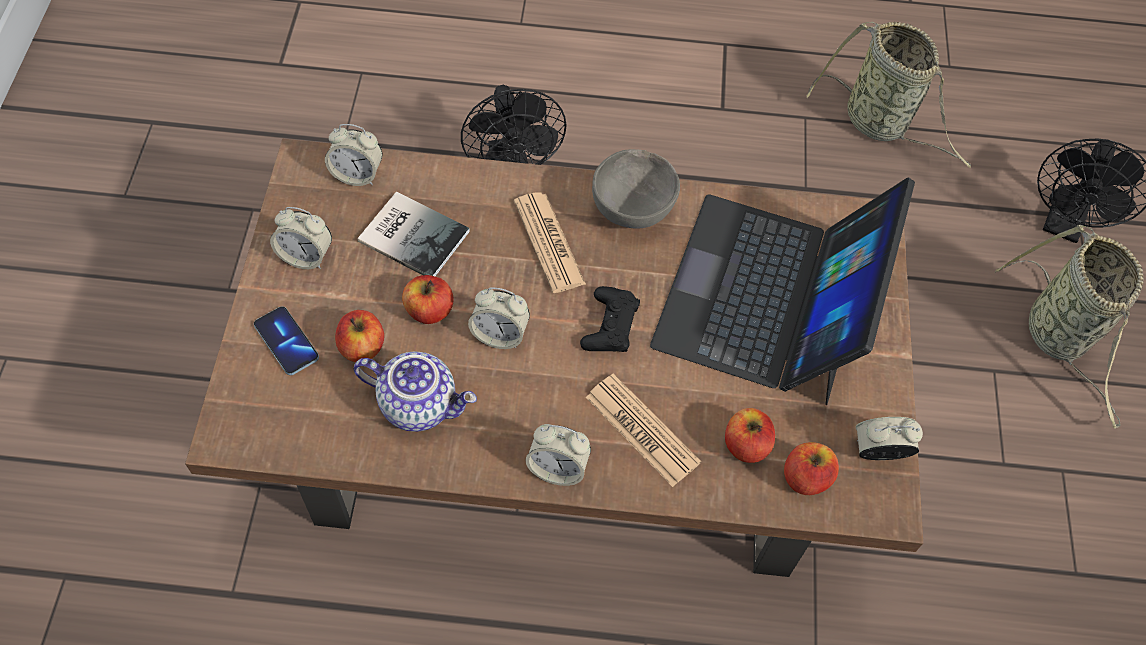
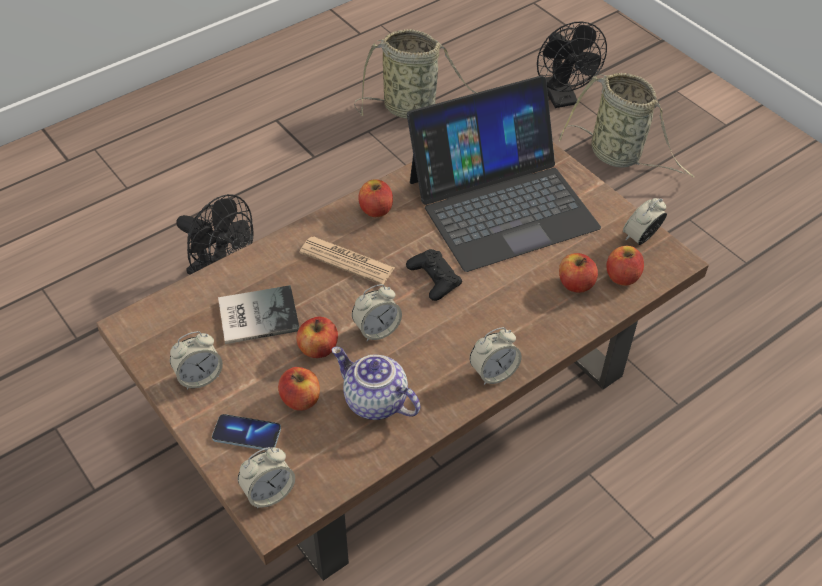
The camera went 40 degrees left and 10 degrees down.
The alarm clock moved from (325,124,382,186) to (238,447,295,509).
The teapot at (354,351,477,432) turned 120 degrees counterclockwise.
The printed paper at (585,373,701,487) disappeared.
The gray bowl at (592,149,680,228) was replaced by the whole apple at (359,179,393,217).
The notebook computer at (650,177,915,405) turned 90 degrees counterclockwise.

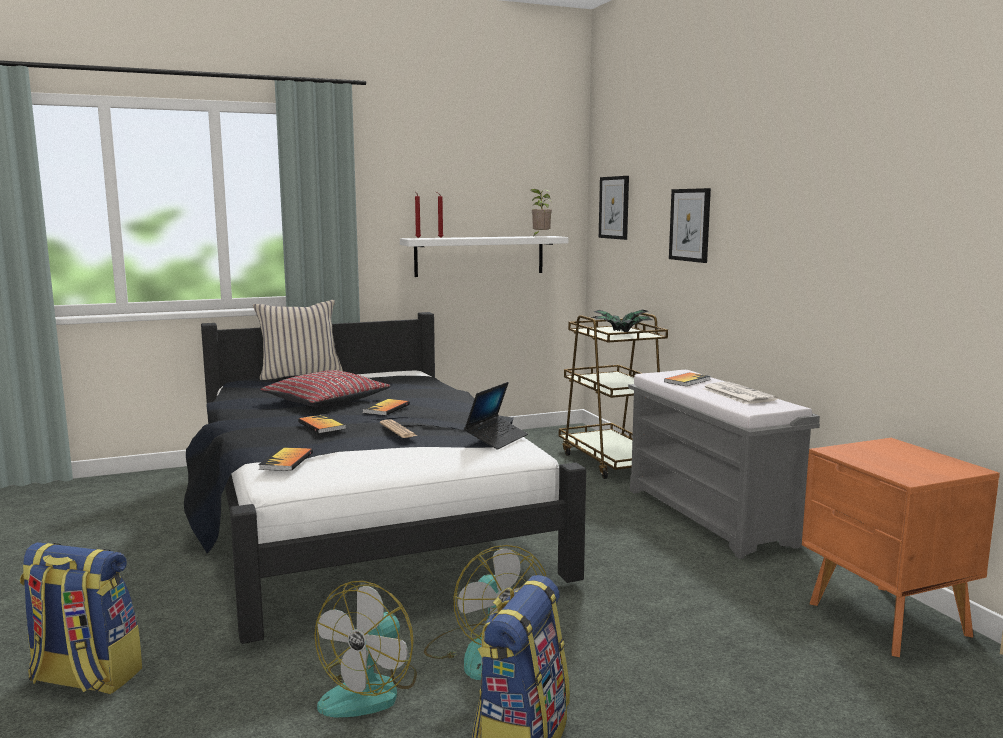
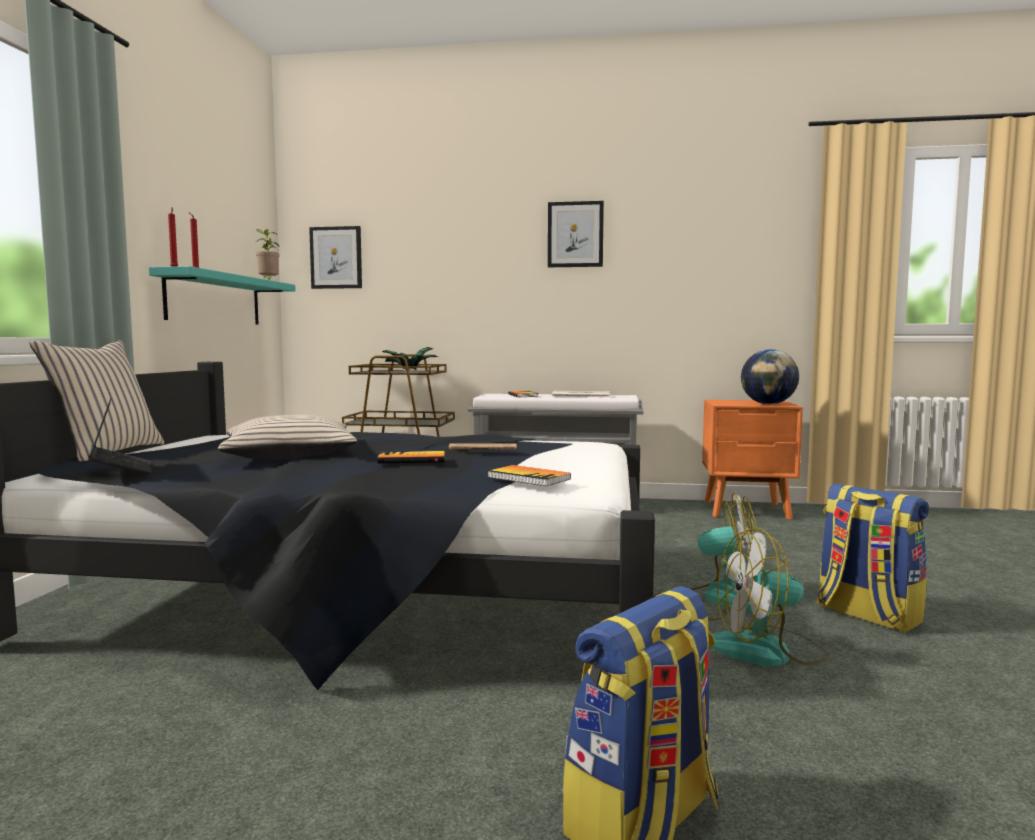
The camera went 60 degrees left and 5 degrees down.
The reddish cushion at (261,370,391,407) became the sand-coloured cushion at (218,415,357,460).
The electric fan at (315,581,417,717) turned 120 degrees clockwise.
The book at (363,399,410,416) disappeared.
The white-coloured bracket shelf at (400,236,568,277) became the turquoise-coloured bracket shelf at (149,266,295,324).
The notebook computer moved from (464,382,528,450) to (88,397,152,474).
The wall art moved from (669,188,711,263) to (548,201,604,267).
The globe at (741,349,799,404) appeared.

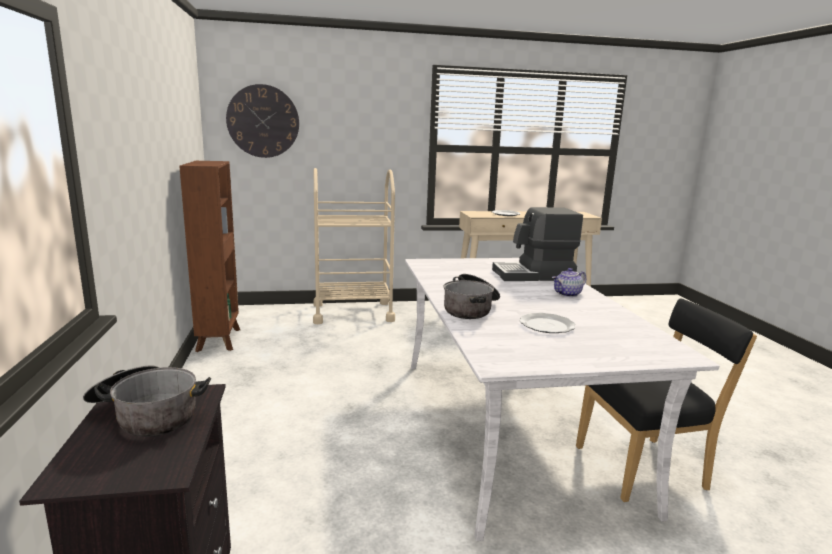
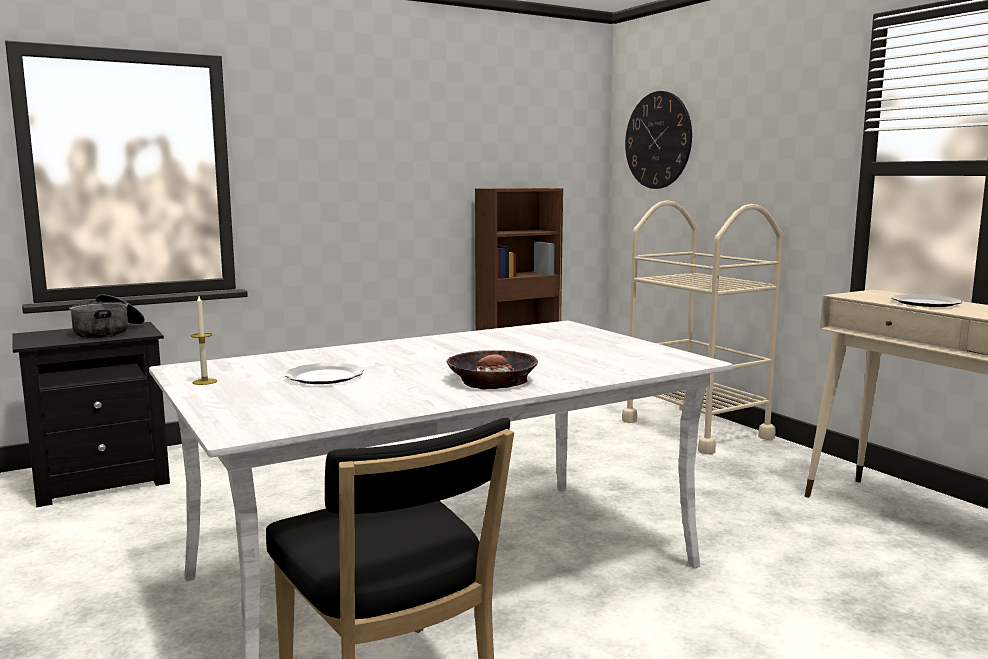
The camera went 70 degrees right and 5 degrees down.
The cooking pot at (444,274,500,319) disappeared.
The coffee machine at (492,207,583,281) disappeared.
The teapot at (552,268,586,297) was replaced by the bowl at (447,350,538,389).
The wax light at (191,296,217,385) appeared.

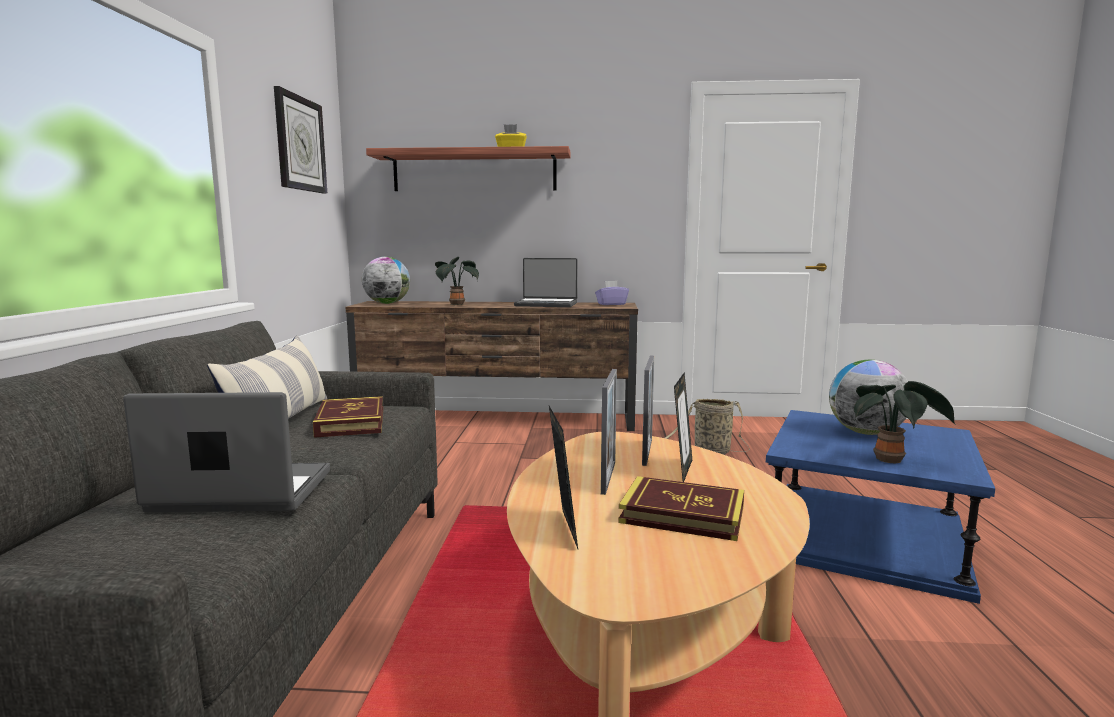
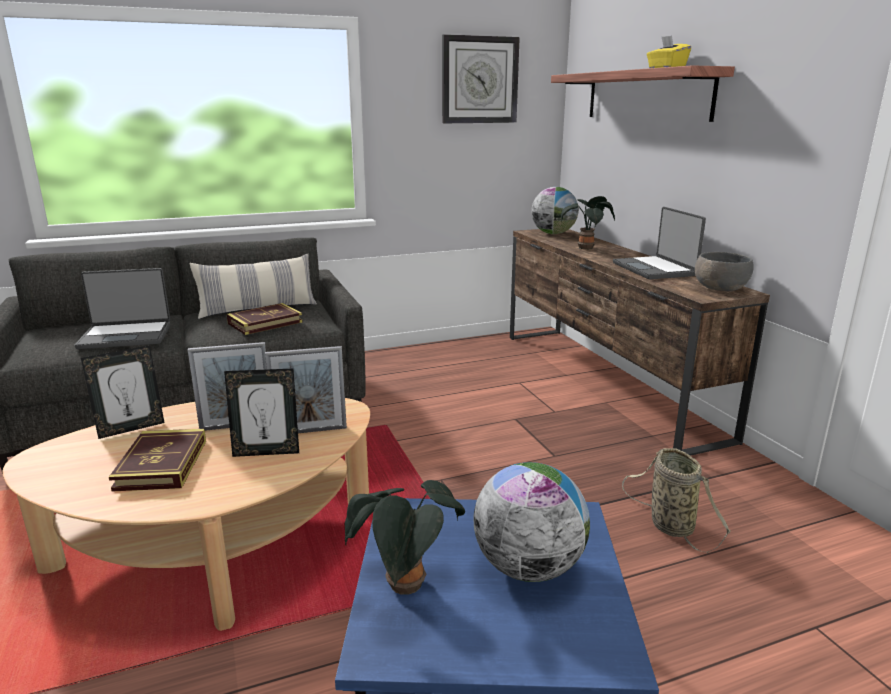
The camera went 65 degrees right and 10 degrees up.
The notebook computer at (123,392,330,513) turned 105 degrees clockwise.
The purplish tissue holder at (595,281,629,305) was replaced by the gray bowl at (695,252,754,291).

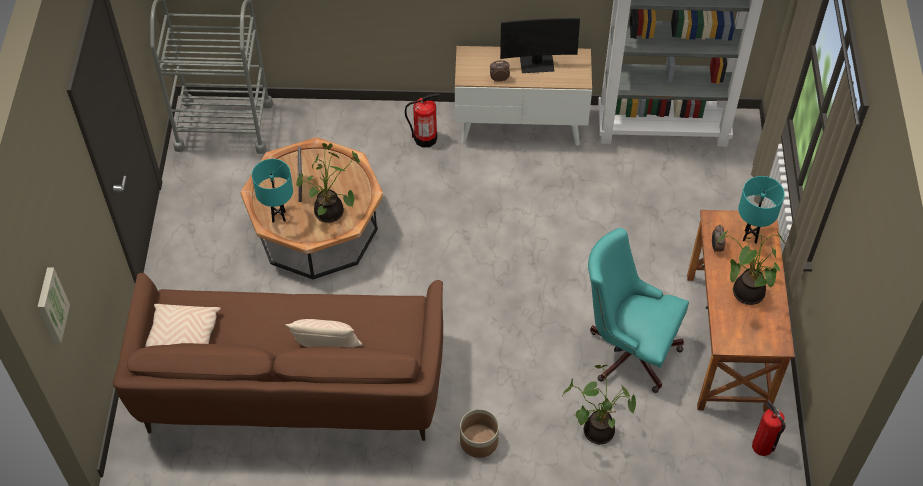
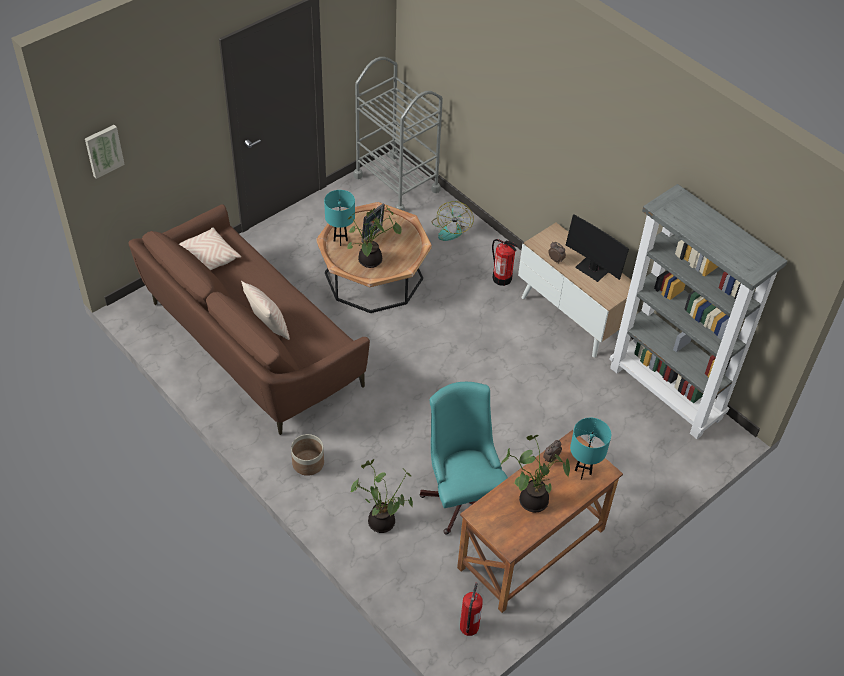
The camera went 45 degrees right and 5 degrees down.
The electric fan at (432,201,474,241) appeared.

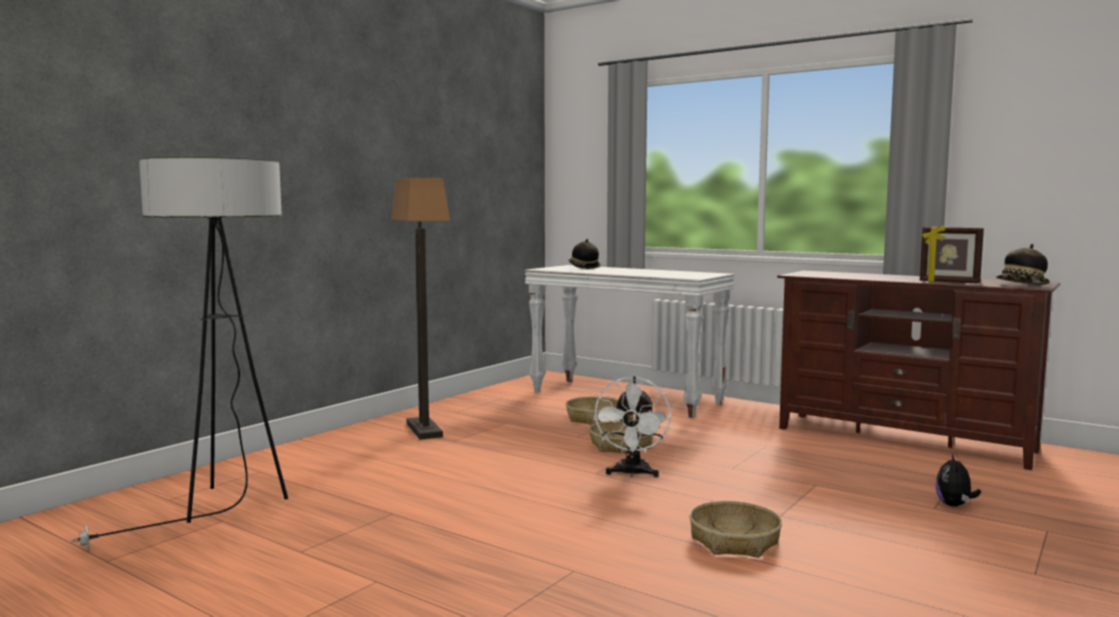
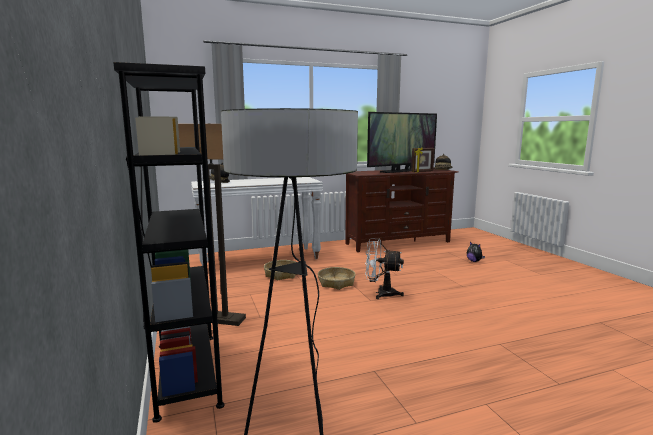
The camera went 55 degrees left and 5 degrees up.
The white-coloured electric fan at (593,376,671,477) turned 150 degrees clockwise.
The basket at (689,501,782,558) disappeared.
The black-coloured bookshelf at (113,62,225,423) appeared.
The TV set at (367,112,437,173) appeared.

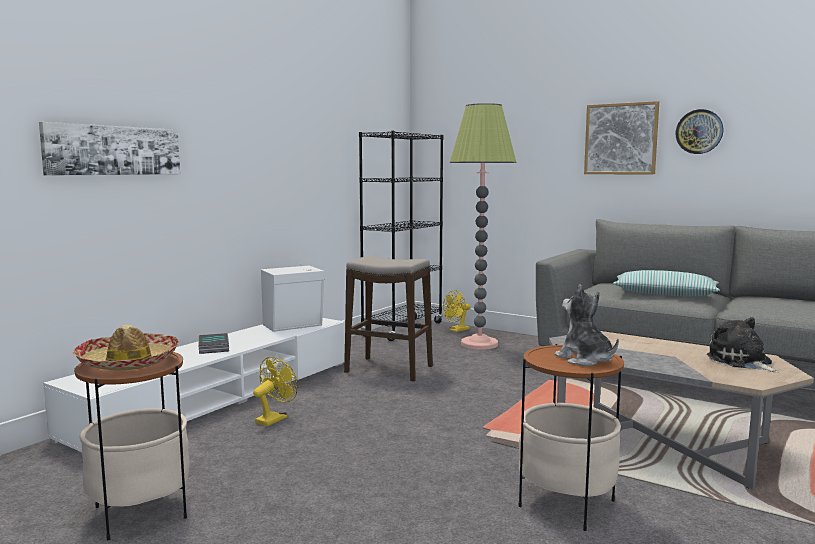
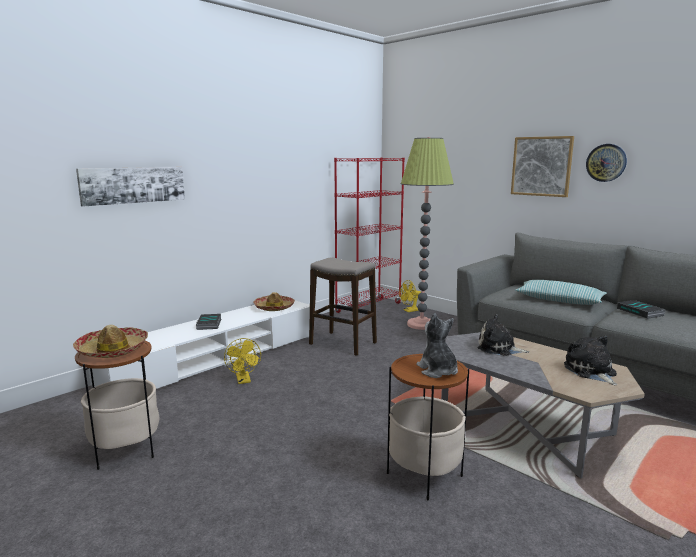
The camera went 10 degrees right and 5 degrees up.
The yellowish electric fan at (253,357,298,426) turned 120 degrees clockwise.
The white-coloured audio speaker at (261,264,324,332) was replaced by the wearable hat at (253,292,295,311).
The black-coloured bookshelf at (359,131,443,341) became the reddish bookshelf at (334,158,405,313).
The cuddly toy at (477,314,529,356) appeared.
The book at (617,300,666,319) appeared.

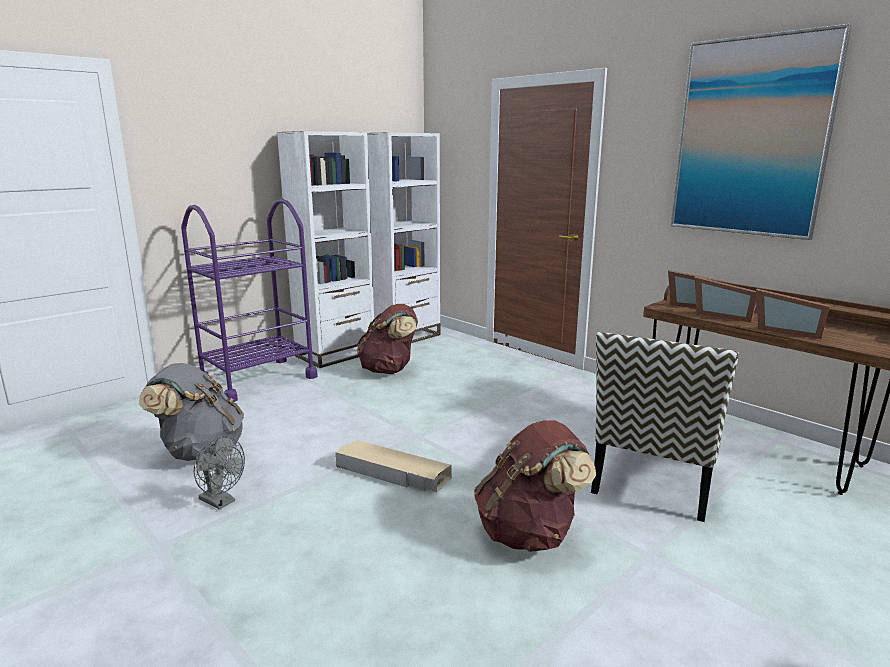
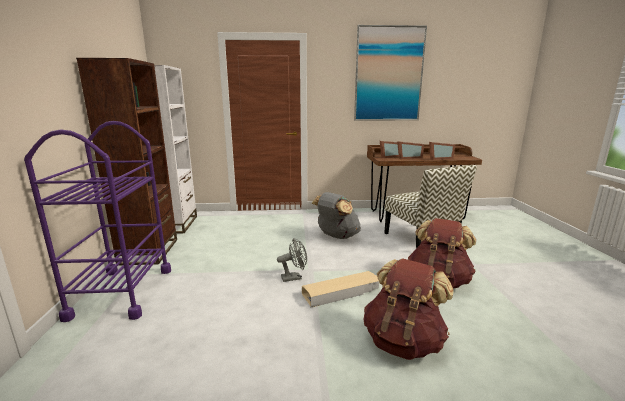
The camera went 50 degrees left and 0 degrees up.
The gray knapsack moved from (139,363,244,461) to (312,192,361,239).
The gray electric fan moved from (194,436,245,510) to (277,238,307,282).
The white-coloured bookshelf at (277,131,374,368) became the brownish bookshelf at (76,58,177,266).
The brownish knapsack moved from (357,304,418,374) to (363,258,454,360).

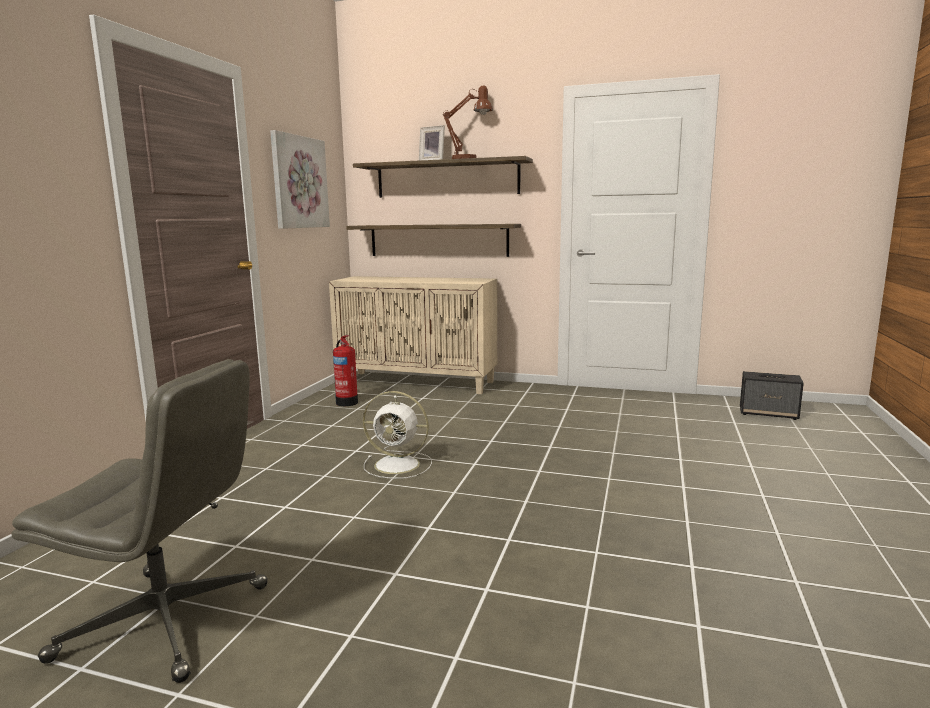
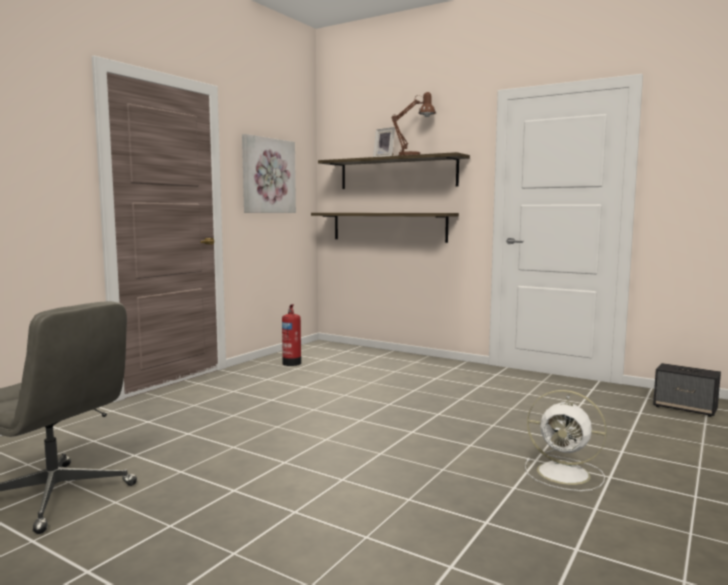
The camera went 15 degrees right and 5 degrees down.
The sand-coloured storage cabinet at (329,276,497,394) disappeared.
The white-coloured electric fan moved from (363,391,432,479) to (525,390,607,491).

